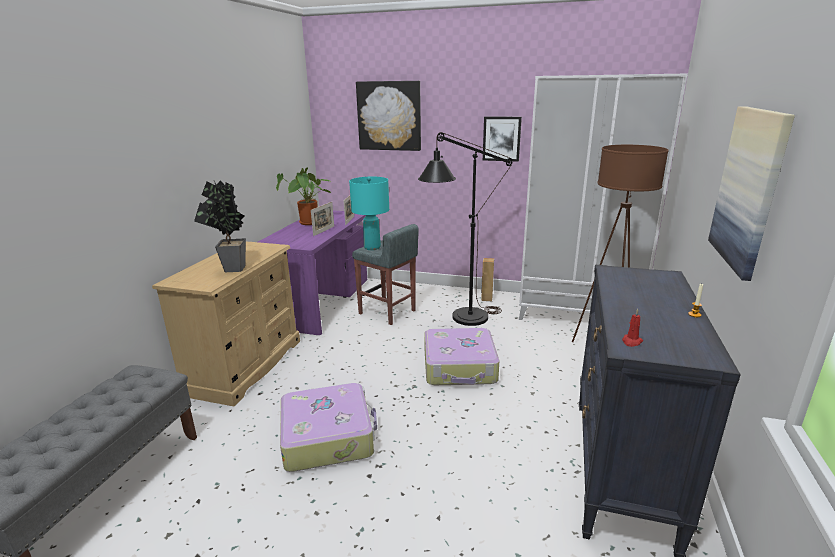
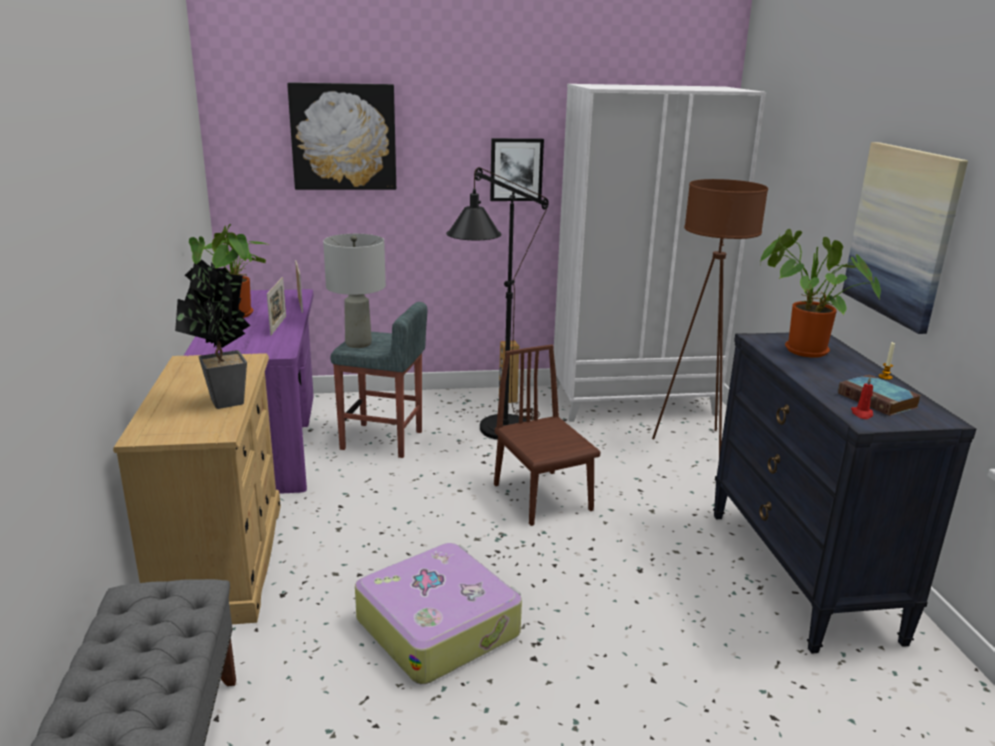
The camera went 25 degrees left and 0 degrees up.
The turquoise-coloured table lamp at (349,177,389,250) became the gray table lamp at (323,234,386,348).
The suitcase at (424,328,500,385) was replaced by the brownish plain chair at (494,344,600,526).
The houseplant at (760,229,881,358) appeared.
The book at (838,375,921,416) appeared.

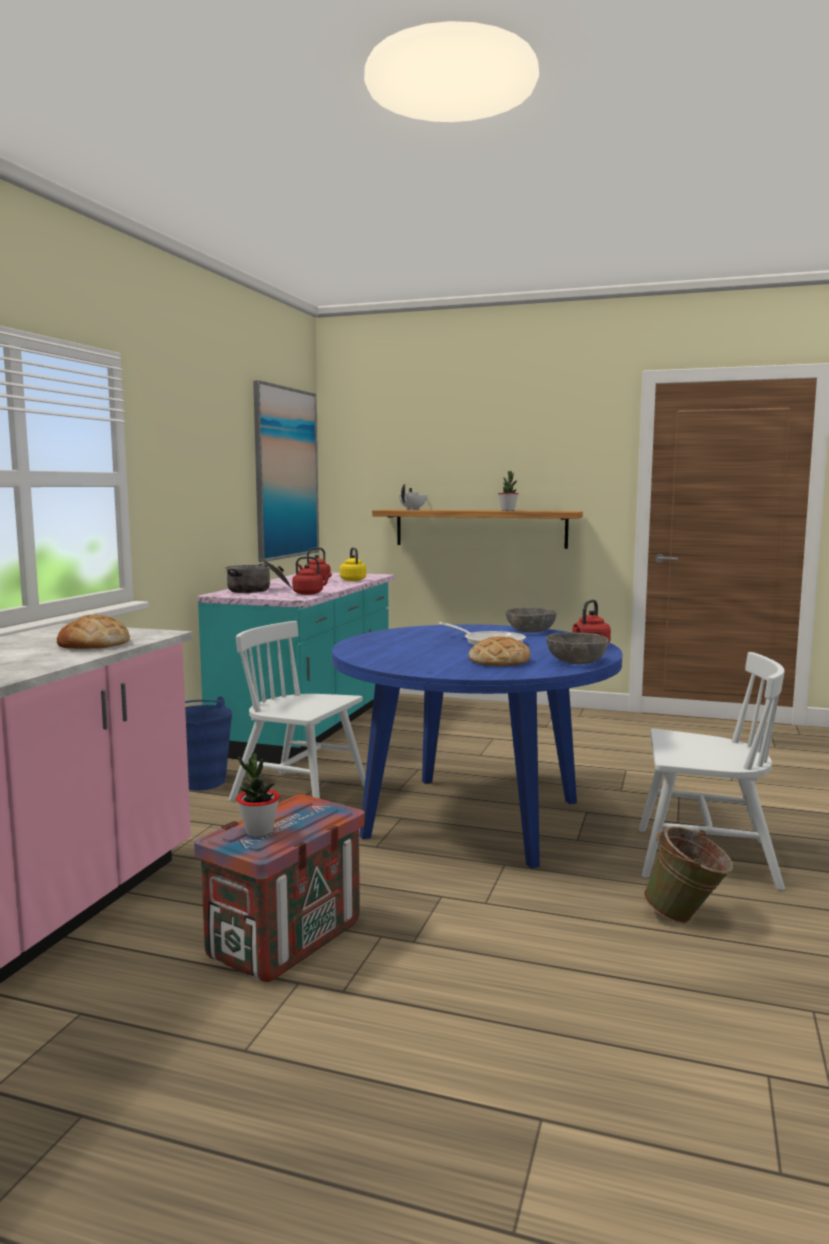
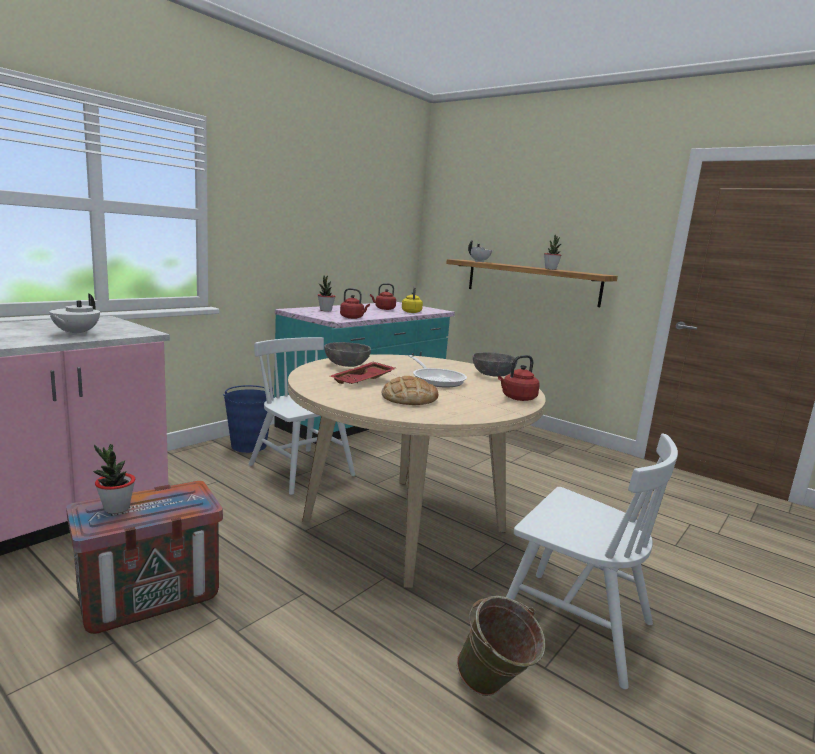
The camera went 20 degrees right and 5 degrees up.
The bakery bread at (57,615,130,649) was replaced by the white-coloured teapot at (49,294,100,336).
The cooking pot at (225,559,292,593) was replaced by the houseplant at (318,276,335,312).
The wall art at (253,380,319,562) disappeared.
The blue-coloured dining table at (332,624,622,868) became the sand-coloured dining table at (288,354,546,588).
The gray bowl moved from (546,633,609,664) to (324,342,371,367).
The reddish carrying tray at (330,362,396,384) appeared.

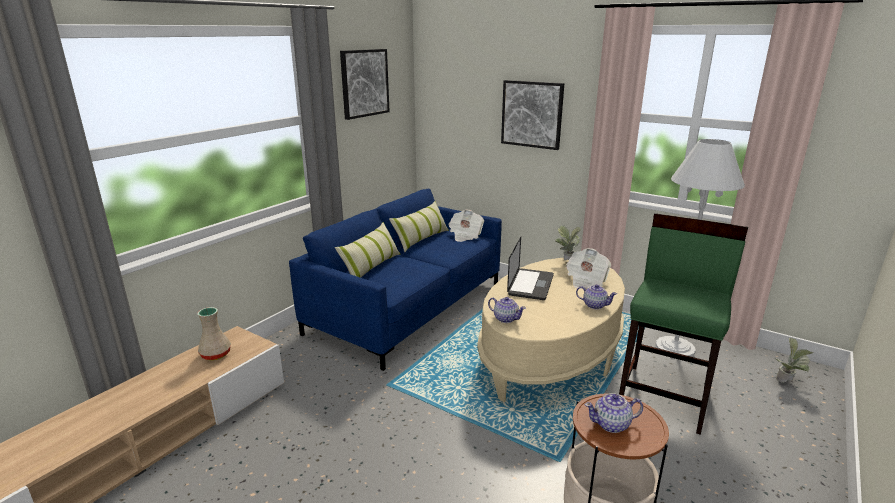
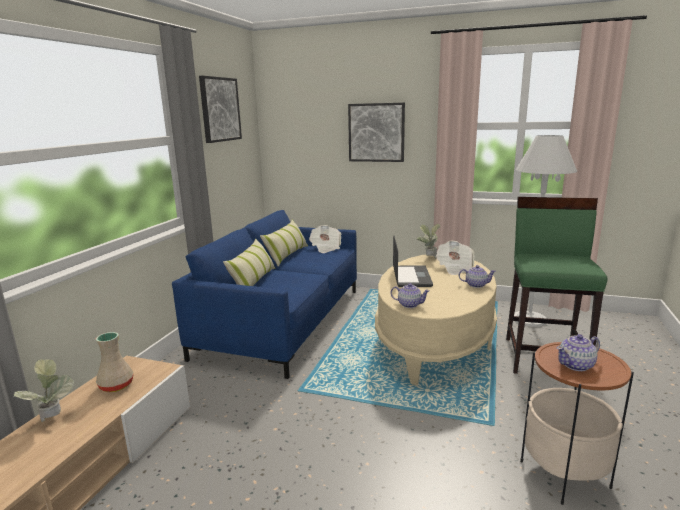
The camera went 15 degrees left and 5 degrees down.
The houseplant moved from (775,337,813,383) to (13,359,74,422).

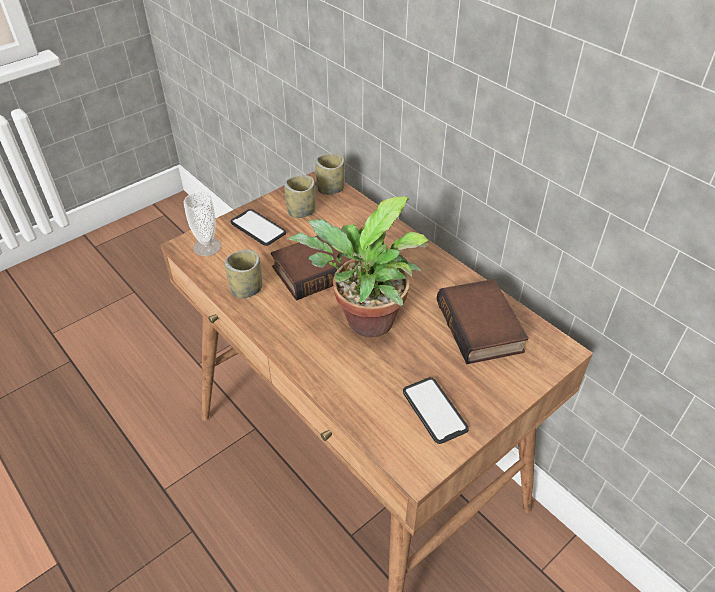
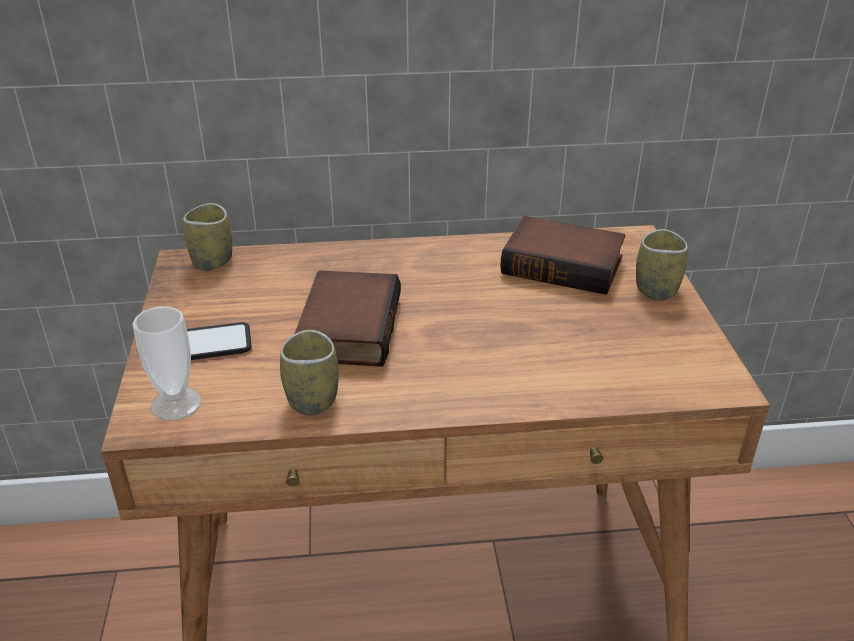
The camera went 55 degrees left and 10 degrees down.
The cup moved from (284,175,316,218) to (636,229,688,301).
The houseplant at (288,196,429,337) disappeared.
The handset at (403,377,469,444) disappeared.

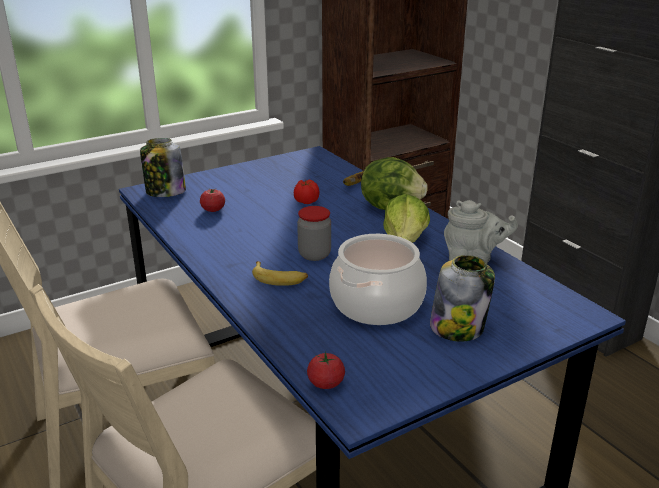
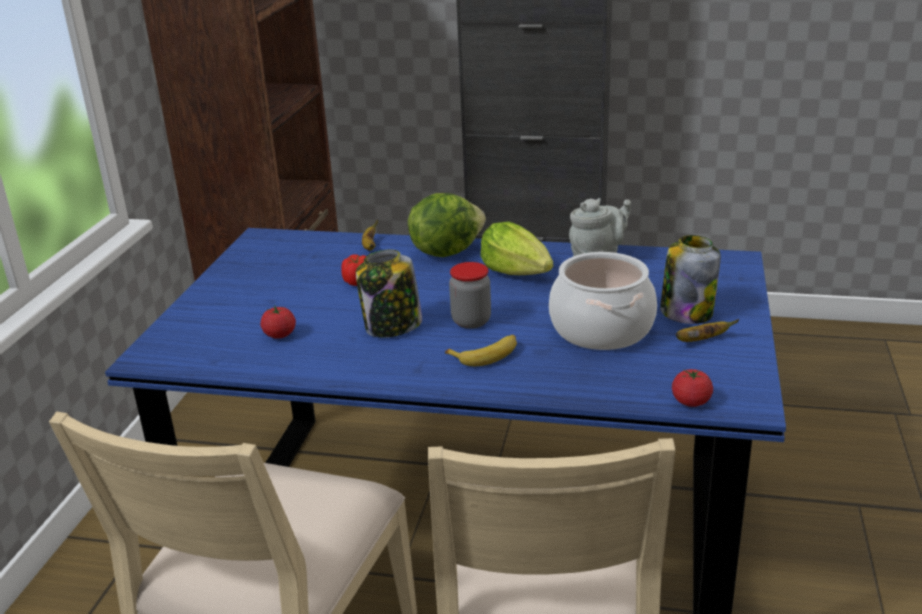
The camera went 45 degrees left and 0 degrees up.
The storage jar moved from (140,138,186,197) to (356,249,422,338).
The banana fruit at (676,319,739,342) appeared.

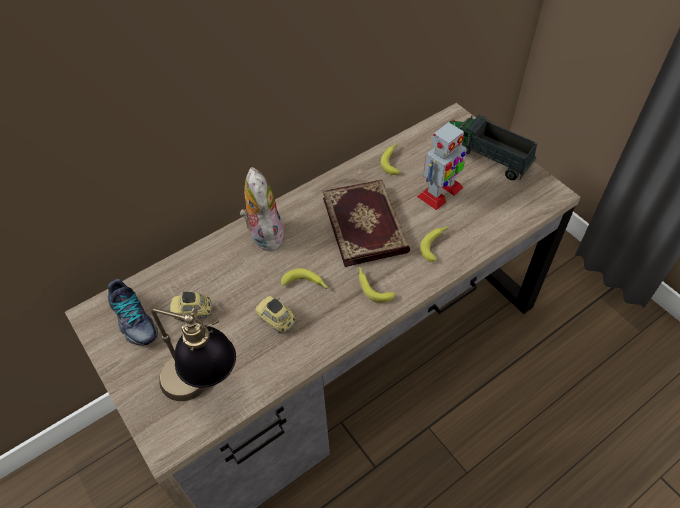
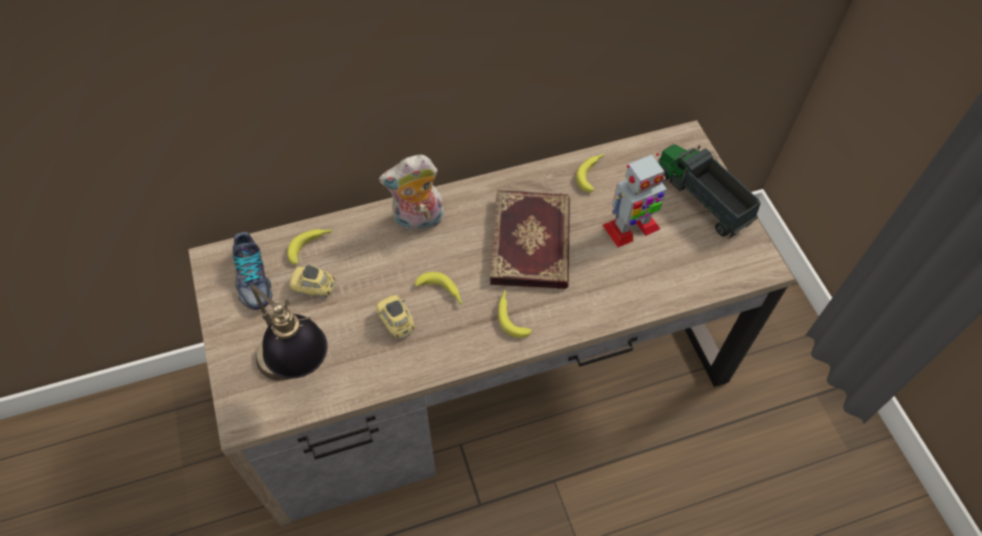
The camera went 15 degrees right and 5 degrees up.
The cuddly toy at (240,167,286,251) turned 105 degrees counterclockwise.
The banana fruit moved from (420,226,448,262) to (287,229,333,264).

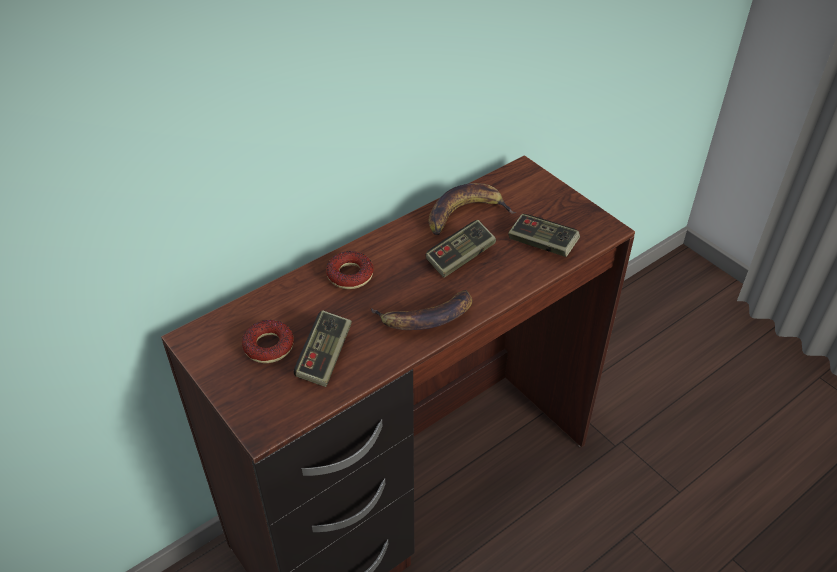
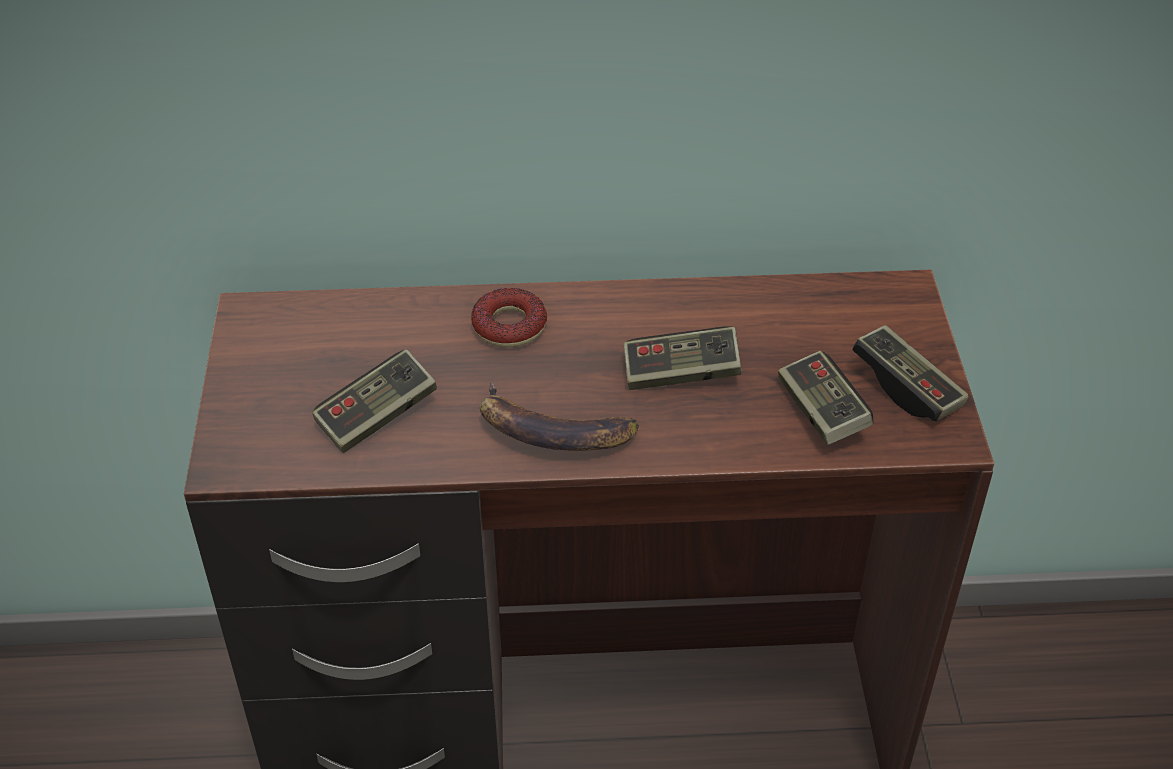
The camera went 35 degrees right and 0 degrees up.
The donut at (242,320,294,363) disappeared.
The banana fruit at (429,183,516,235) disappeared.
The joypad at (852,325,969,421) appeared.

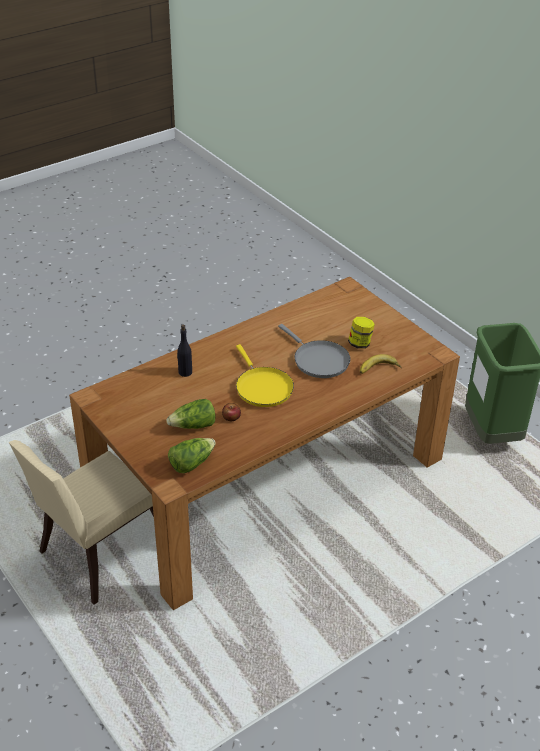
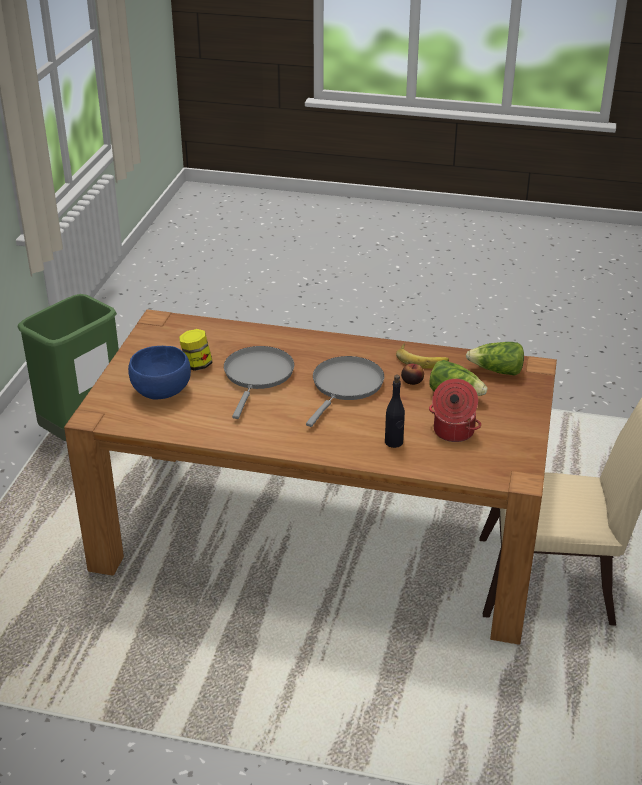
The camera went 130 degrees left and 5 degrees down.
The yellowish skillet at (236,344,294,407) became the gray skillet at (306,356,384,427).
The banana fruit moved from (360,354,402,374) to (396,343,449,368).
The blue-coloured bowl at (128,346,191,400) appeared.
The cooking pot at (429,379,481,442) appeared.

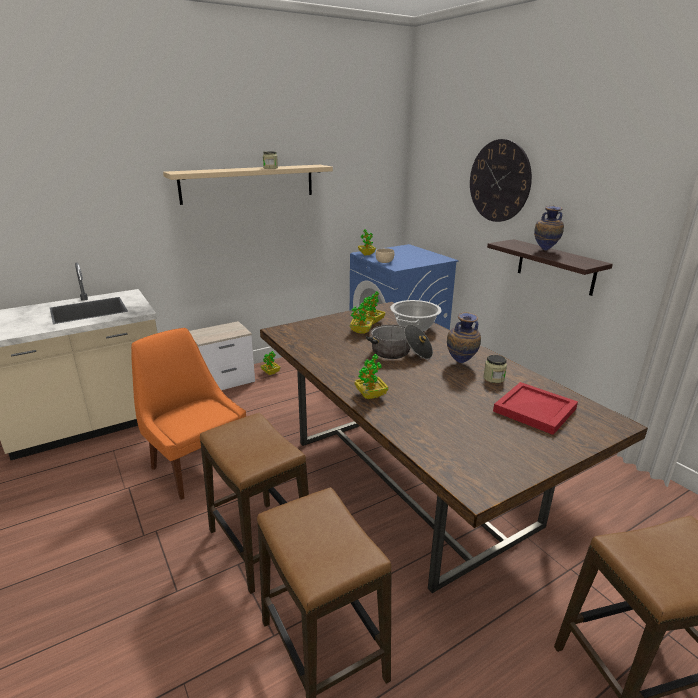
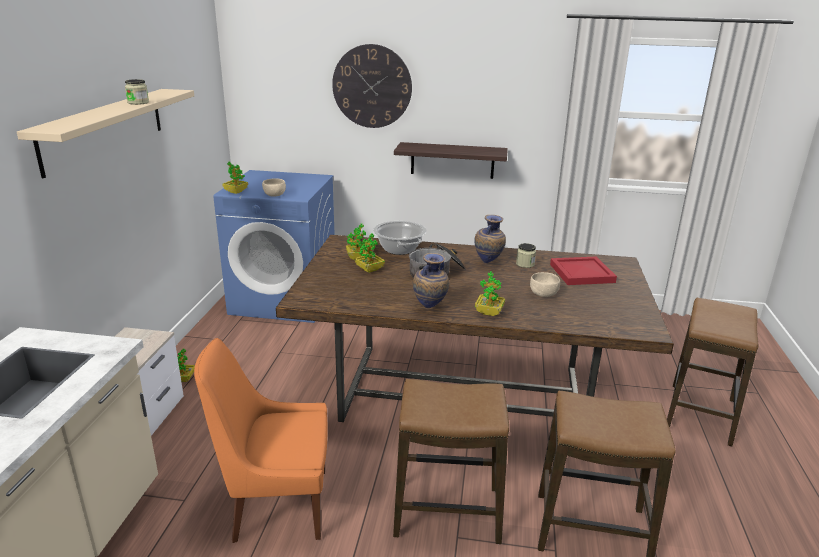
The camera went 50 degrees left and 0 degrees up.
The flower vase moved from (534,206,564,250) to (413,253,449,308).
The sand-coloured bowl at (530,272,560,297) appeared.

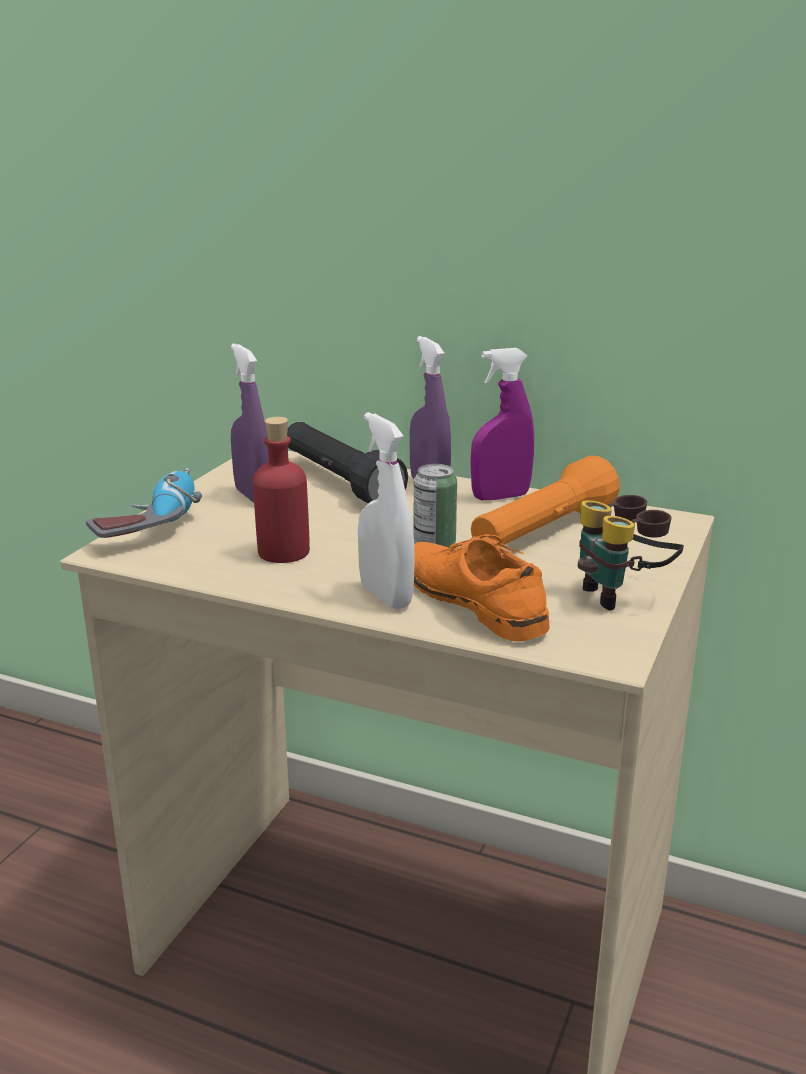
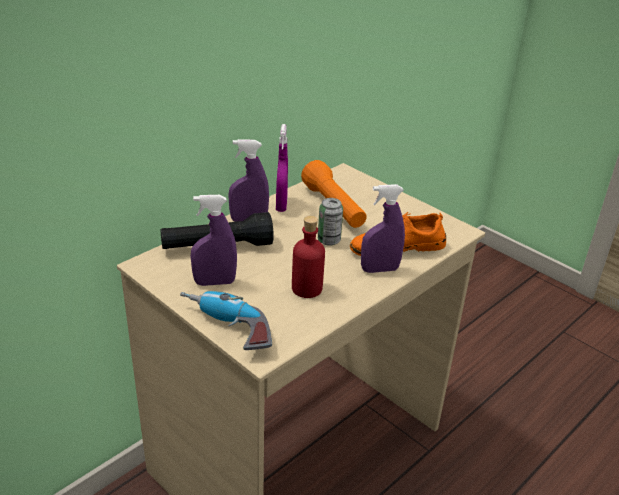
The camera went 70 degrees left and 10 degrees up.
The white-coloured sprayer at (358,412,415,609) became the purplish sprayer at (361,184,405,273).
The field glasses at (578,495,684,610) disappeared.

